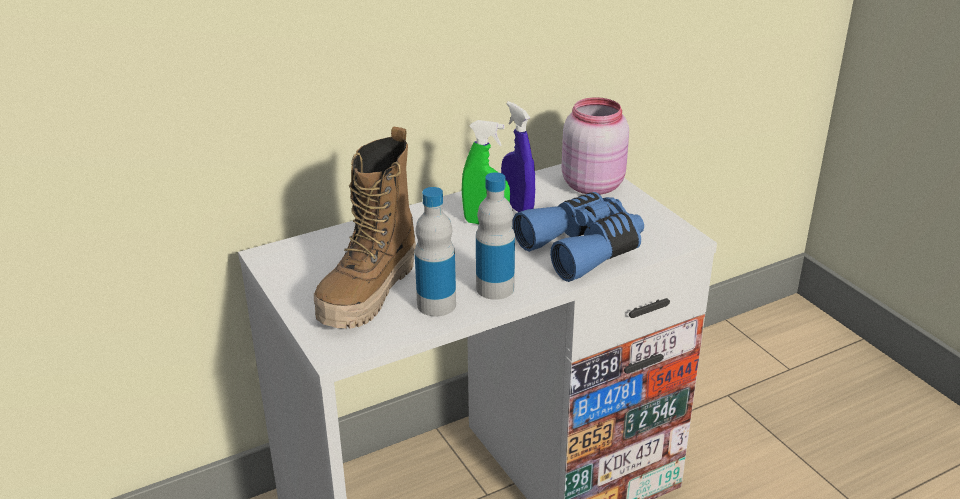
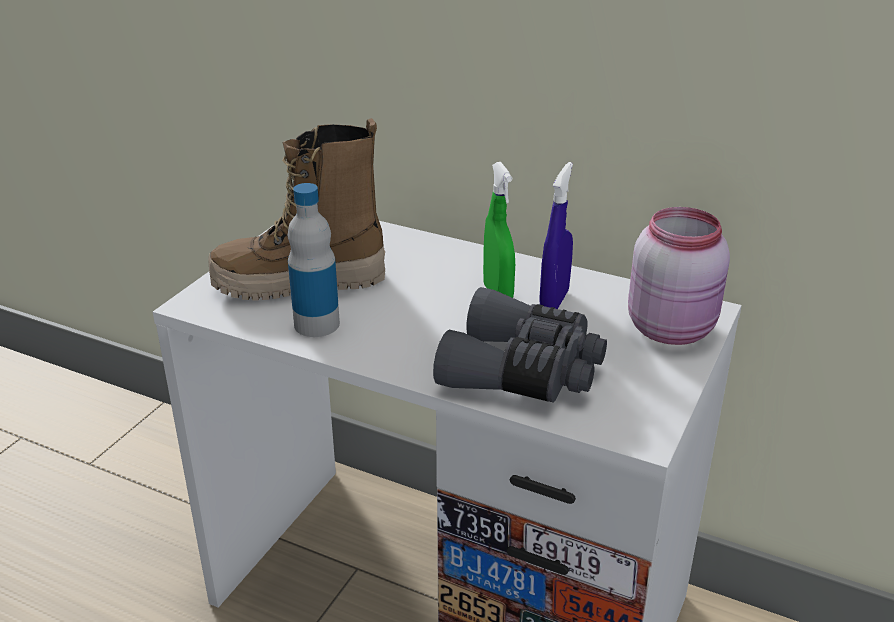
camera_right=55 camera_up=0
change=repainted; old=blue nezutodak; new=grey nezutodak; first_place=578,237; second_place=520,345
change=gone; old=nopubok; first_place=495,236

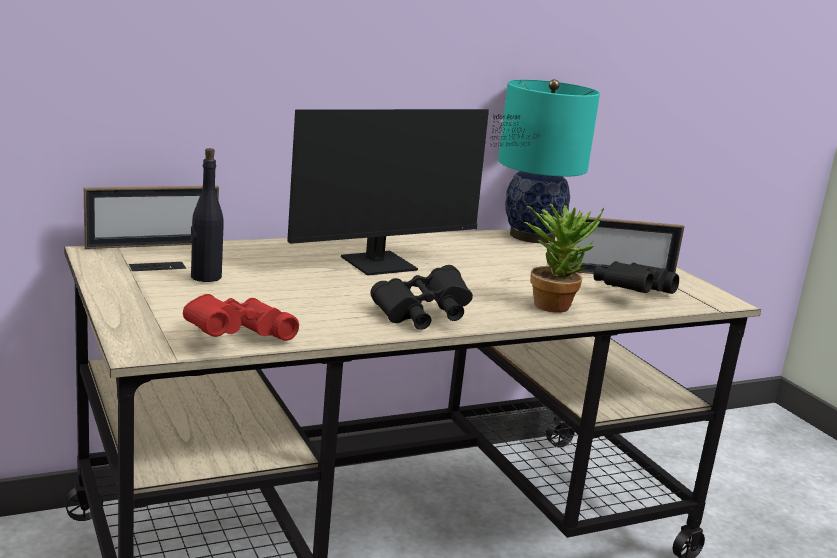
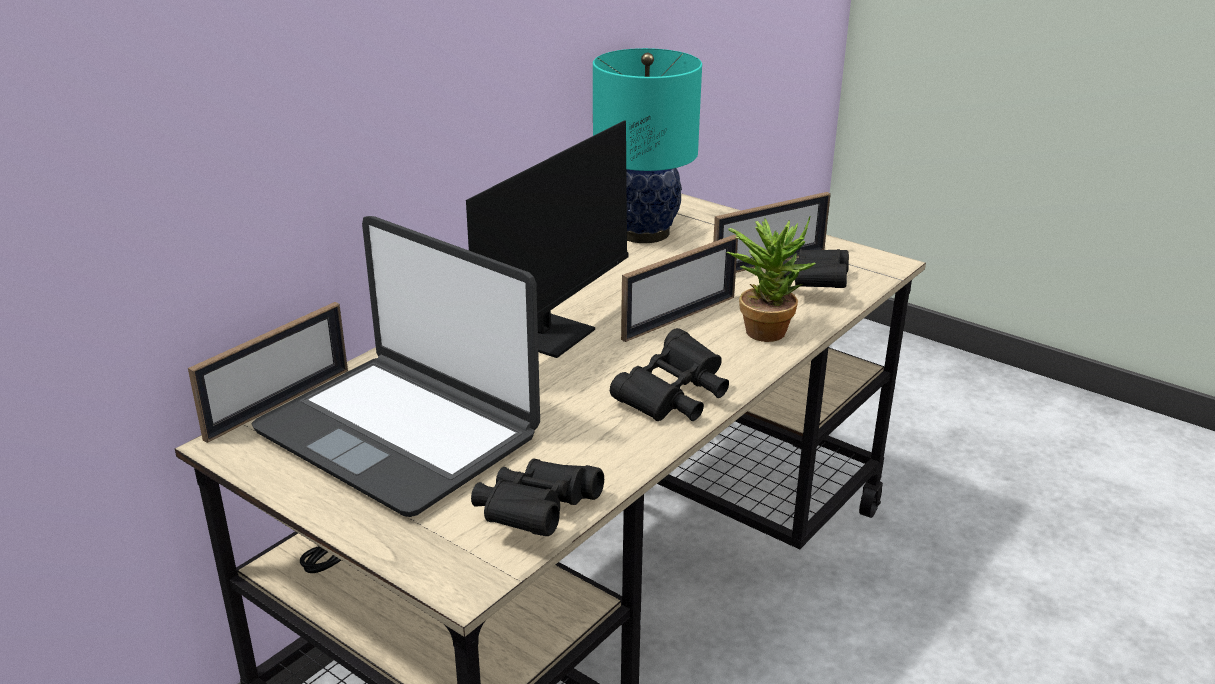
camera_right=-25 camera_up=10
change=swapped; old=black nopubok; new=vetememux; first_place=207,215; second_place=395,366
change=repainted; old=red nezutodak; new=black nezutodak; first_place=241,317; second_place=537,497
change=new; new=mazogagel; second_place=679,288

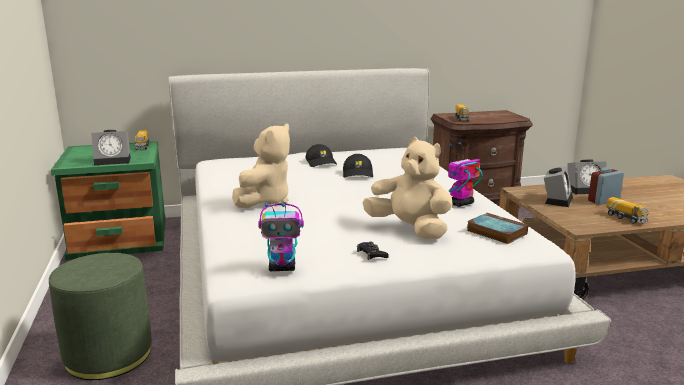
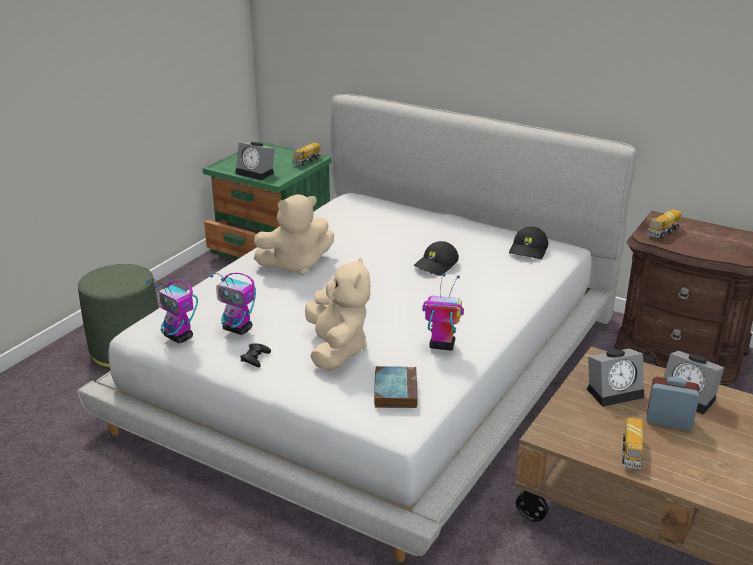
camera_right=45 camera_up=10
change=new; new=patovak; second_place=233,304
change=shifted; old=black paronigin; first_place=321,155; second_place=528,242

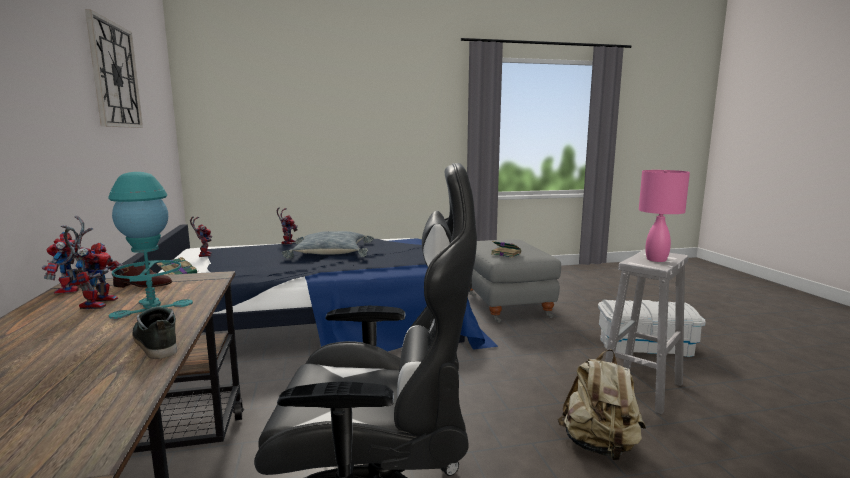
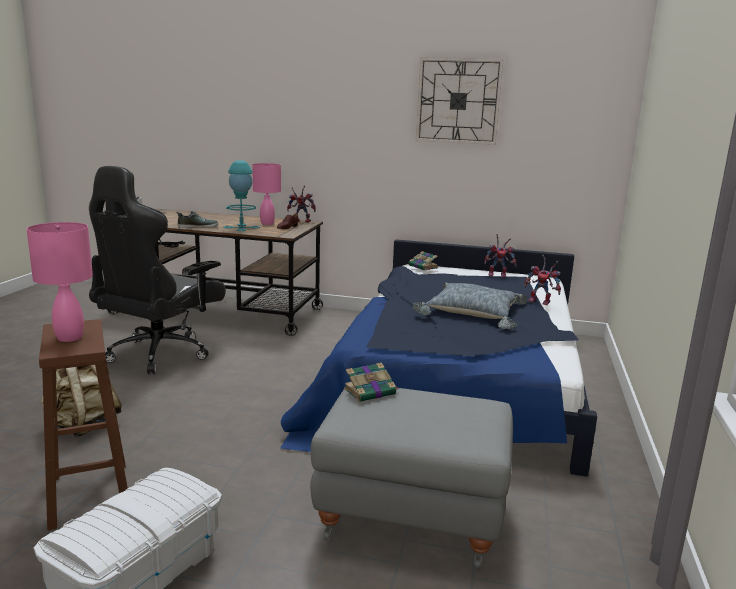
camera_right=115 camera_up=5
change=repainted; old=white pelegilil; new=brown pelegilil; first_place=646,332; second_place=83,424
change=swapped; old=patovak; new=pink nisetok; first_place=93,268; second_place=266,194

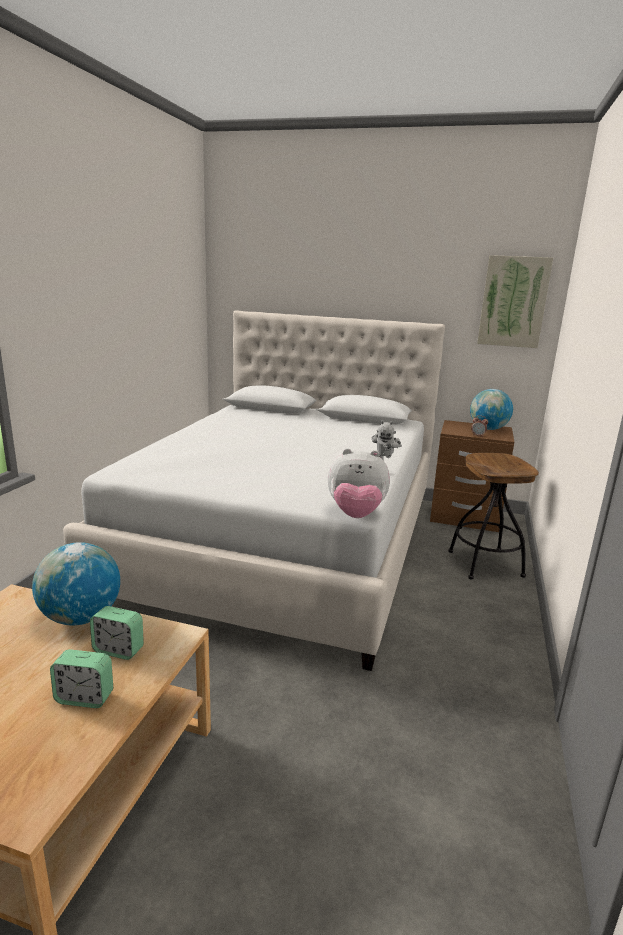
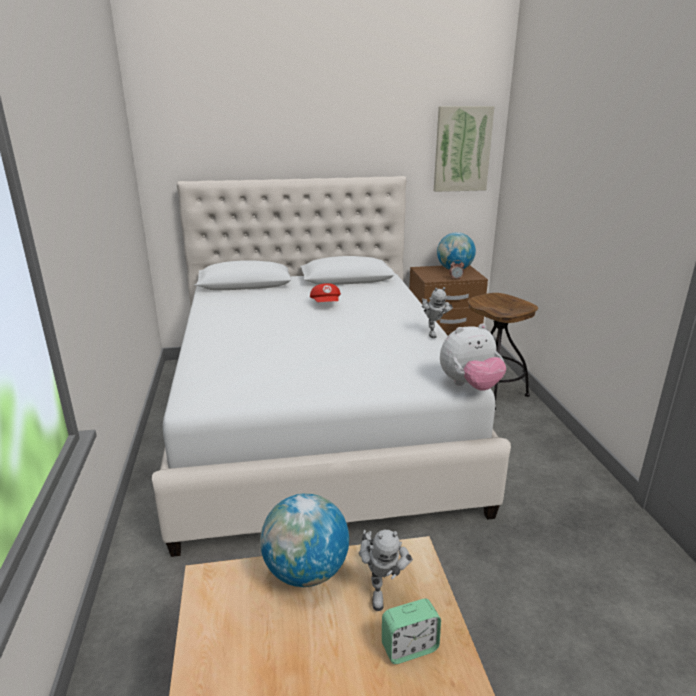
camera_right=-25 camera_up=5
change=new; new=red paronigin; second_place=325,292
change=swapped; old=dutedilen; new=patovak; first_place=117,633; second_place=386,570

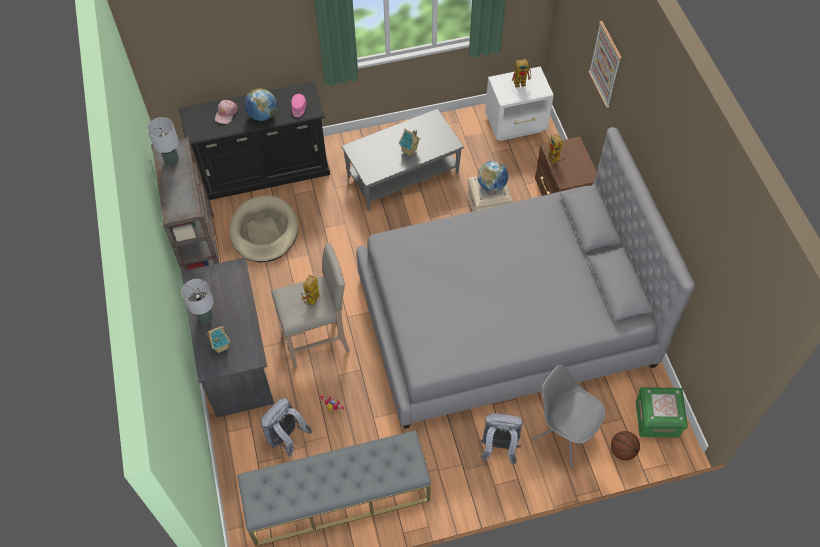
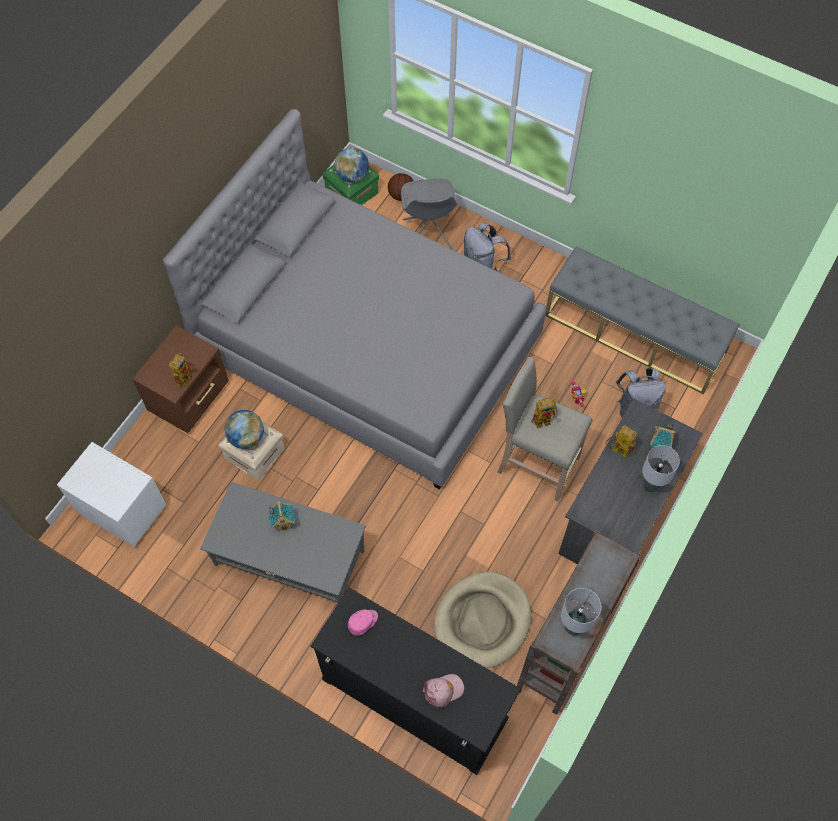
camera_right=-135 camera_up=5
change=shifted; old=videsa; first_place=260,105; second_place=351,165
change=shifted; old=patovak; first_place=521,73; second_place=621,441
change=gone; old=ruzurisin; first_place=605,64

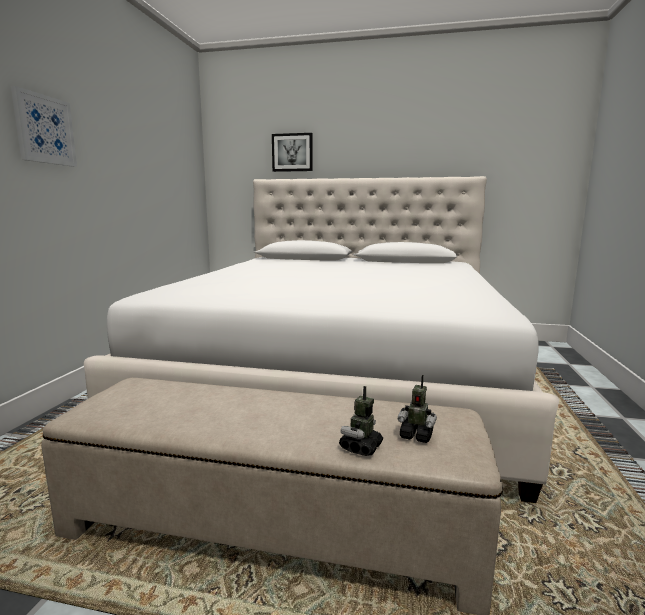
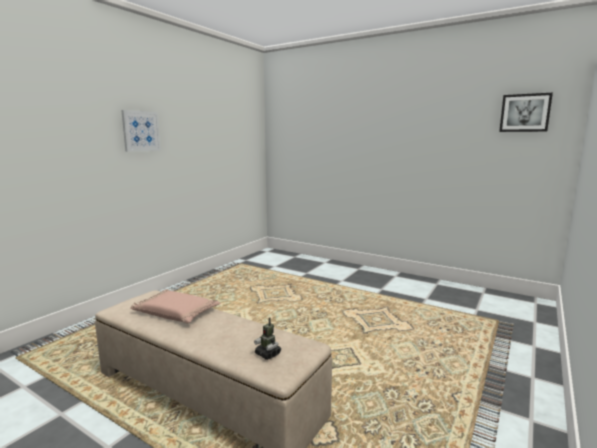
camera_right=20 camera_up=0
change=new; new=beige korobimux; second_place=175,306
change=shifted; old=ruzurisin; first_place=292,152; second_place=526,112
change=gone; old=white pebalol; first_place=321,339
change=gone; old=patovak; first_place=361,421

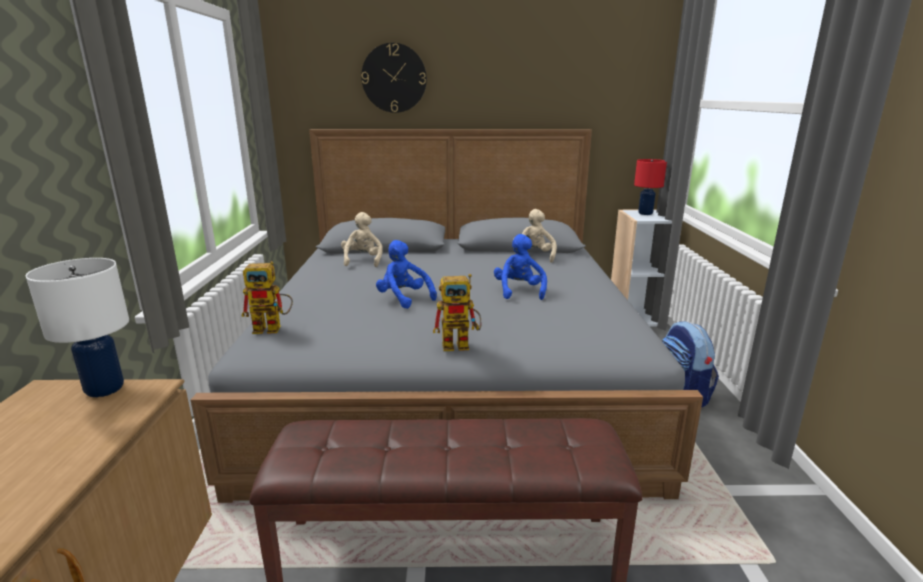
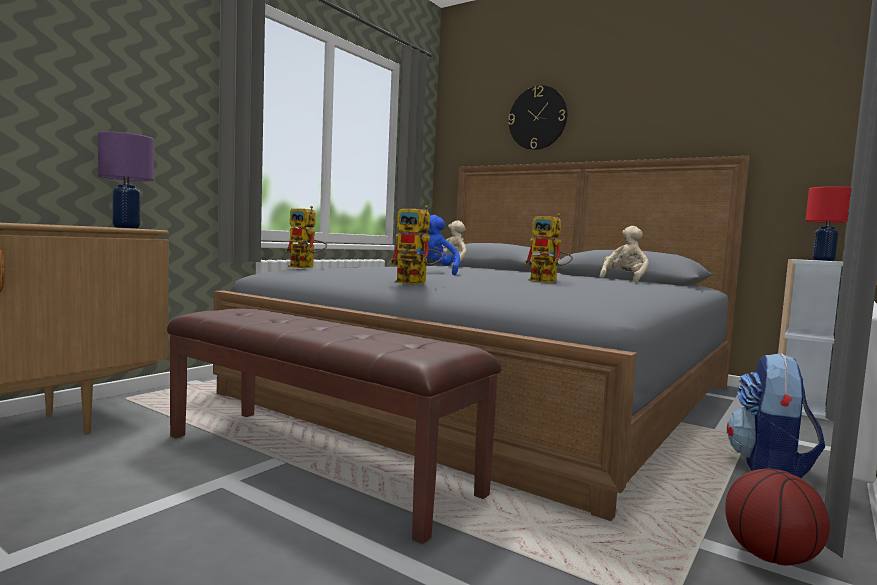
camera_right=35 camera_up=-15
change=repainted; old=white nisetok; new=purple nisetok; first_place=77,327; second_place=126,179
change=swapped; old=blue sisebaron; new=patovak; first_place=520,267; second_place=548,248
change=new; new=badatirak; second_place=777,516

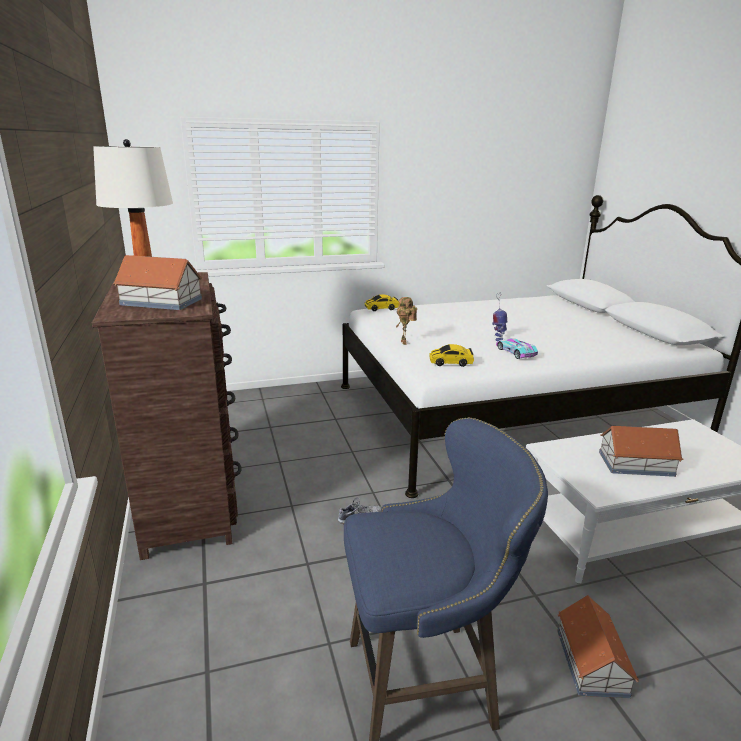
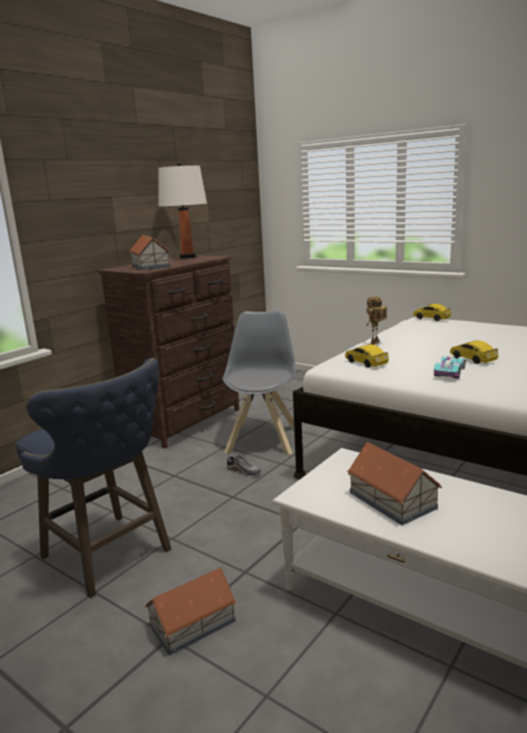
camera_right=55 camera_up=-5
change=new; new=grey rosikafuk; second_place=259,383
change=swapped; old=patovak; new=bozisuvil; first_place=499,318; second_place=474,352

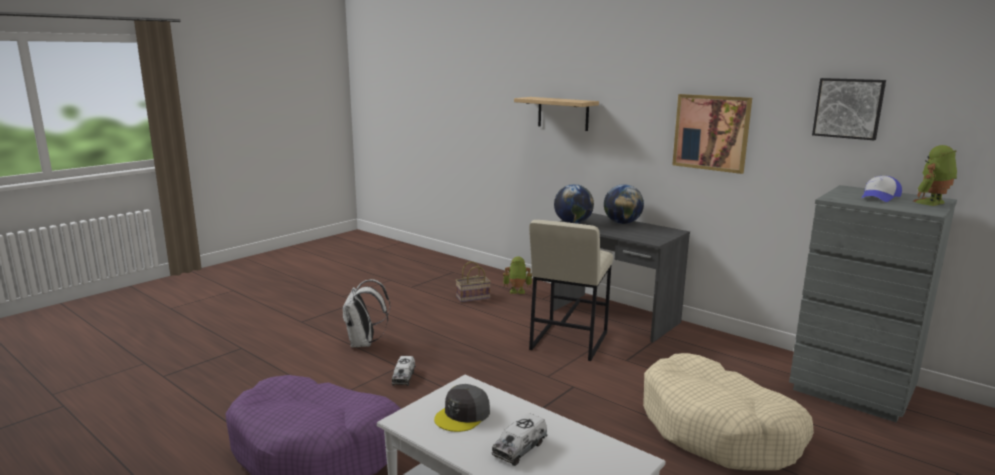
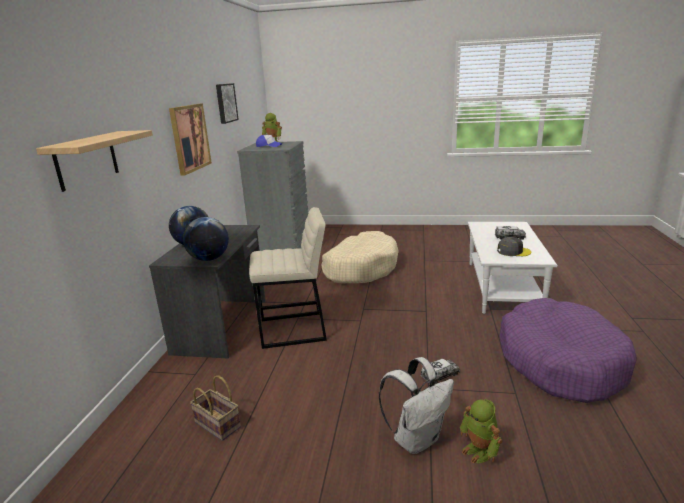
camera_right=-120 camera_up=5
change=shifted; old=patovak; first_place=517,275; second_place=481,431

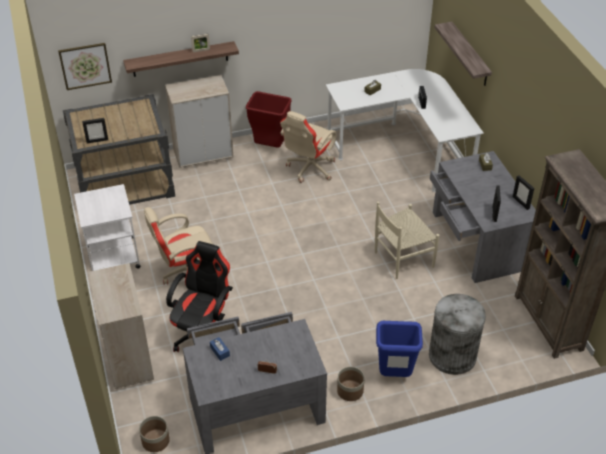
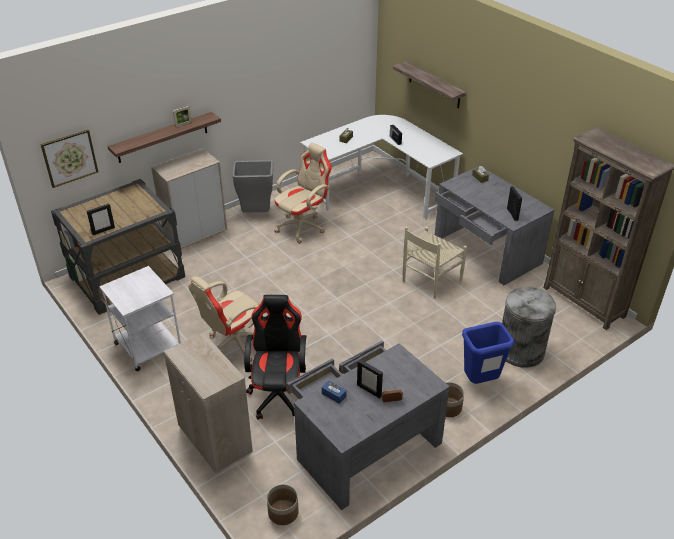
camera_right=-20 camera_up=-5
change=repainted; old=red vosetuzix; new=grey vosetuzix; first_place=269,119; second_place=252,186
change=rotated; old=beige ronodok; first_place=308,147; second_place=303,193; degrees=-150
change=shifted; old=mazogagel; first_place=523,192; second_place=370,379

